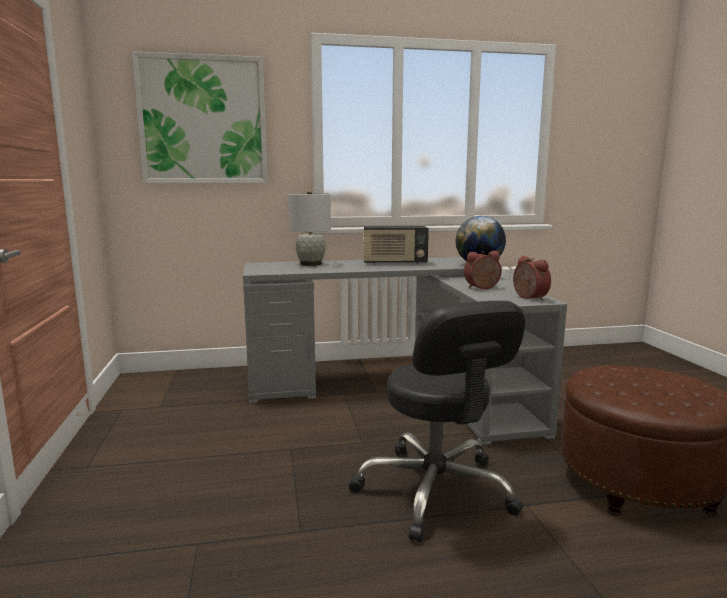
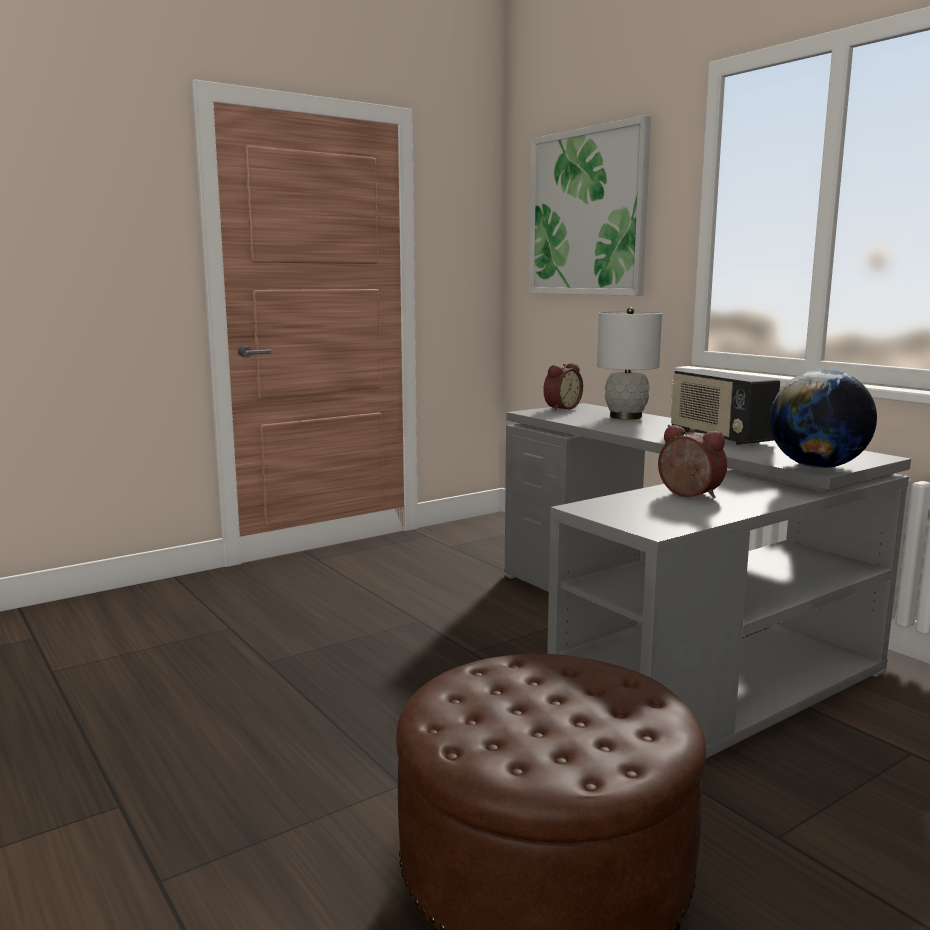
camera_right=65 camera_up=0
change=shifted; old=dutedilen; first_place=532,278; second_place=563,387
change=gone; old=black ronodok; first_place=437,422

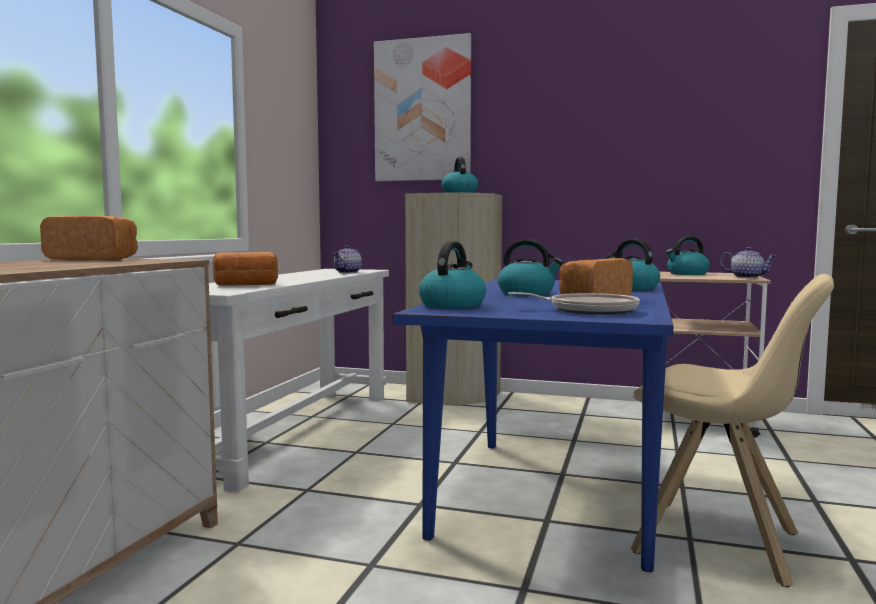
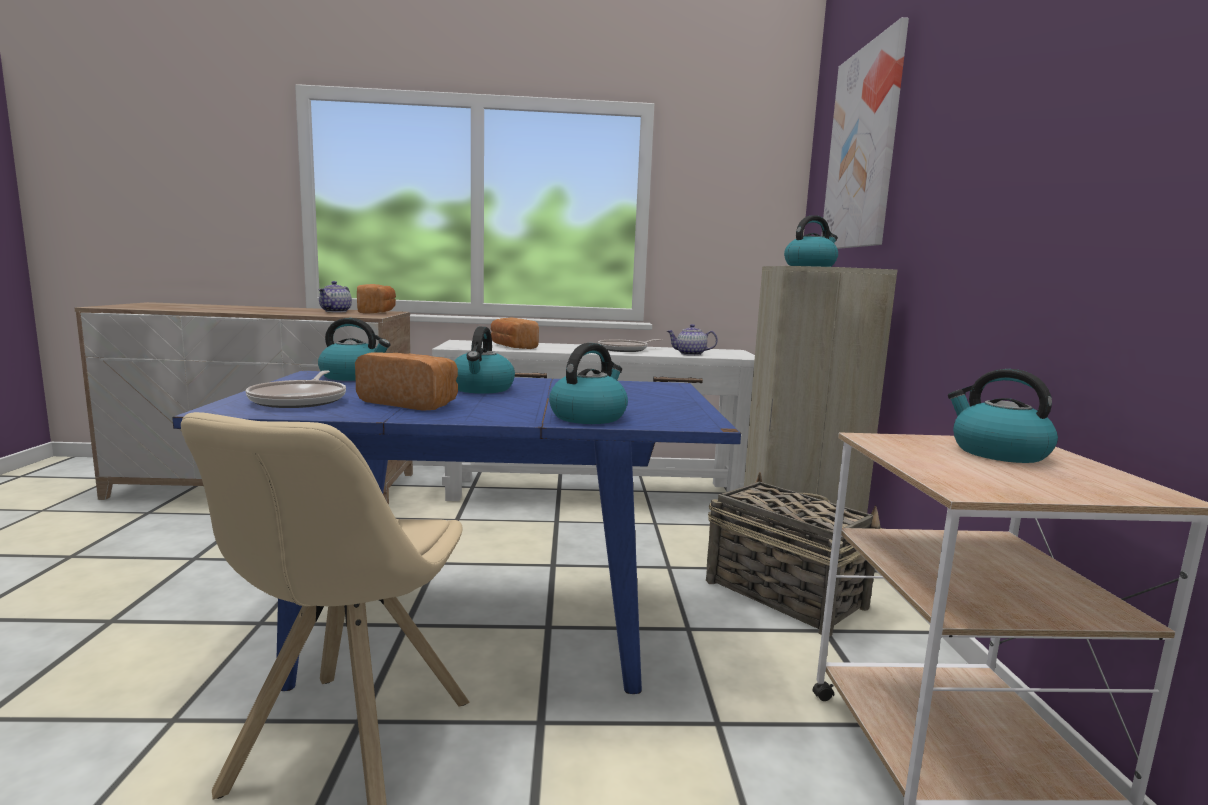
camera_right=70 camera_up=5
change=shifted; old=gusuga; first_place=748,262; second_place=335,296
change=new; new=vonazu; second_place=630,345
change=new; new=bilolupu; second_place=794,554

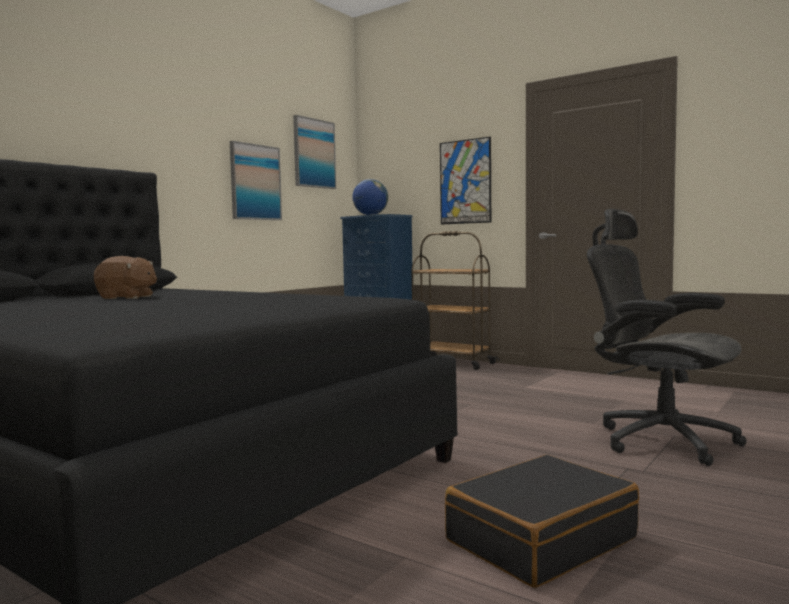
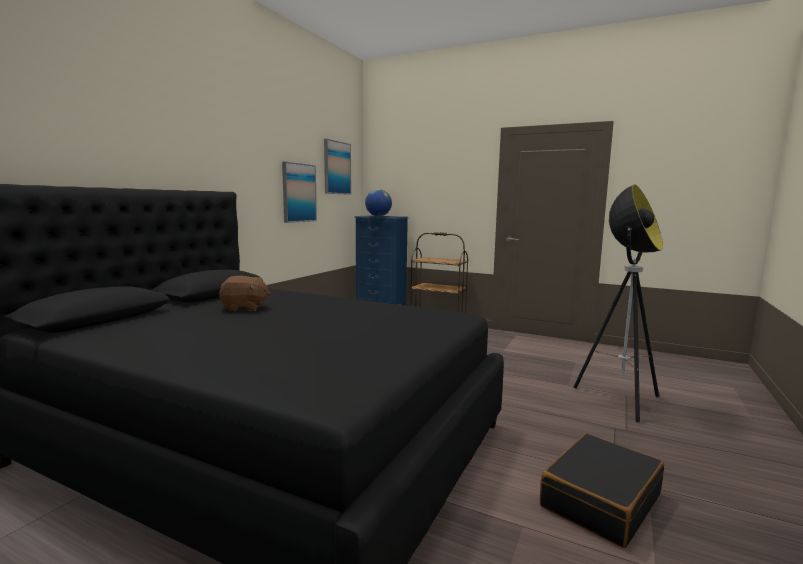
camera_right=-10 camera_up=5
change=swapped; old=ronodok; new=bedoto; first_place=666,337; second_place=618,303
change=gone; old=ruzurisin; first_place=465,181

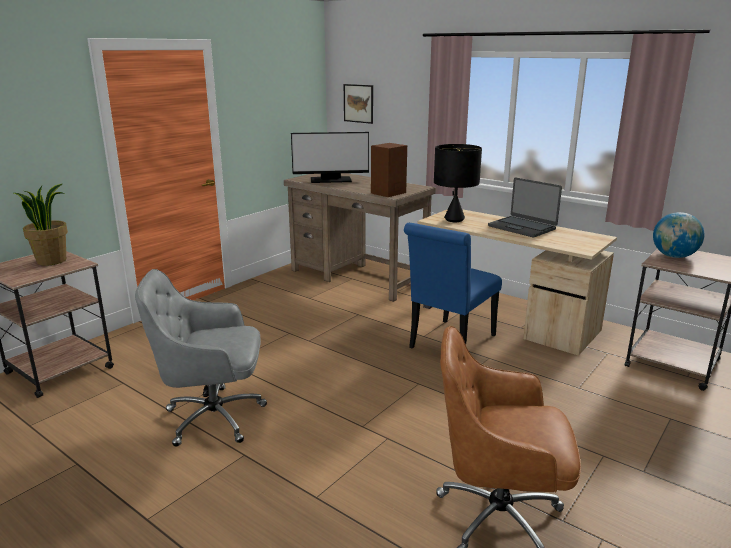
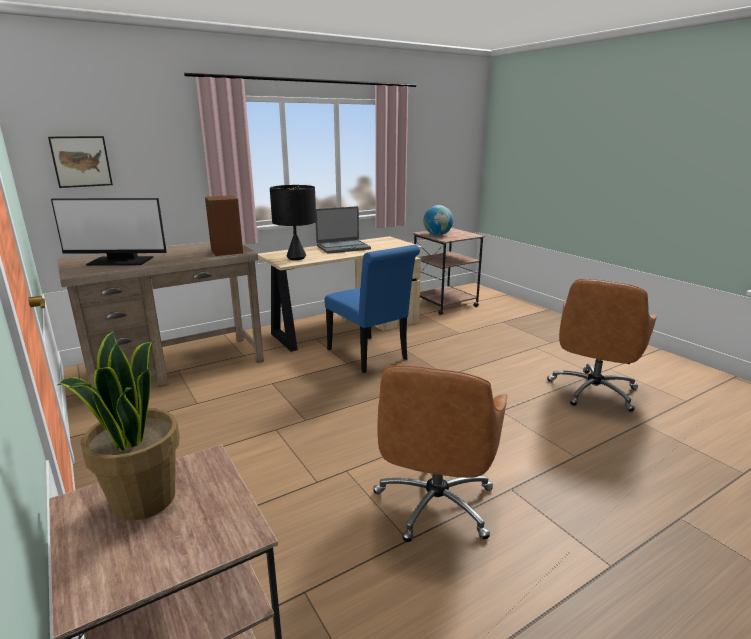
camera_right=-70 camera_up=0
change=rotated; old=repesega; first_place=330,157; second_place=109,232; degrees=75
change=repainted; old=grey ronodok; new=brown ronodok; first_place=201,358; second_place=440,453

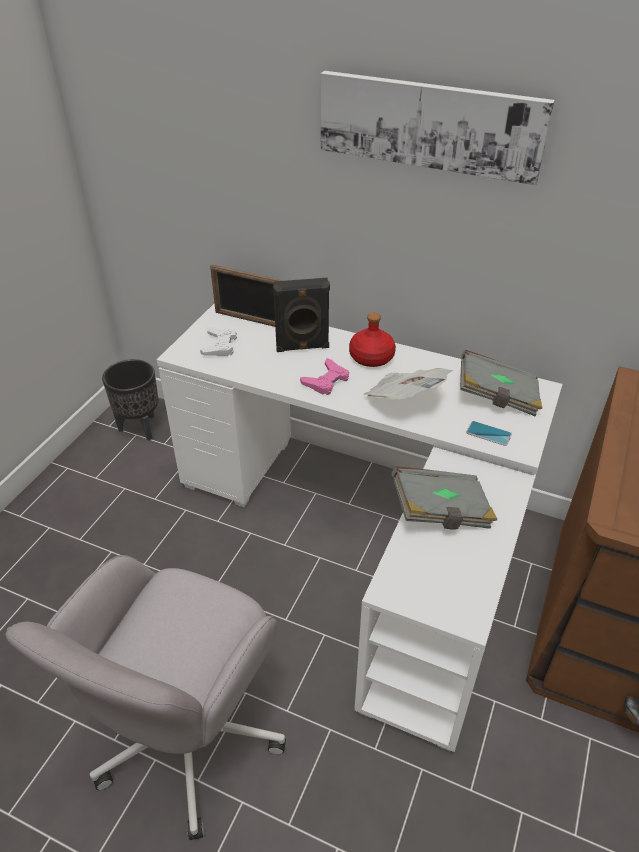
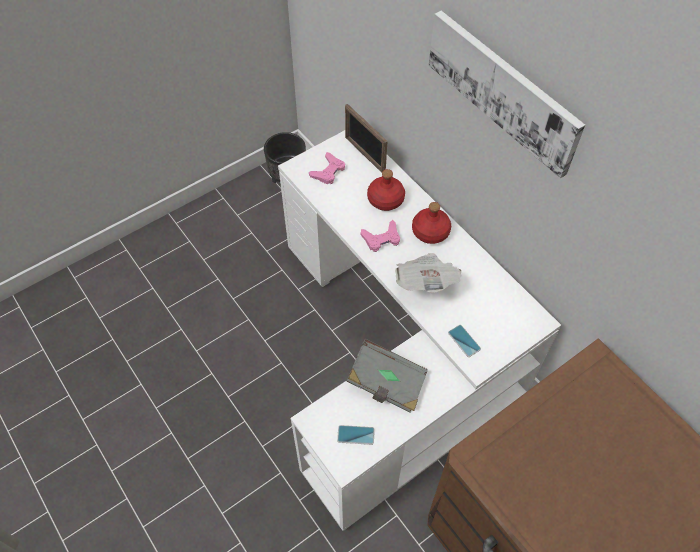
camera_right=30 camera_up=15
change=repainted; old=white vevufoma; new=pink vevufoma; first_place=218,341; second_place=327,168
change=new; new=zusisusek; second_place=356,435
change=swapped; old=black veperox; new=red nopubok; first_place=301,315; second_place=386,190
change=gone; old=grey ronodok; first_place=146,697
change=gone; old=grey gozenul; first_place=501,383

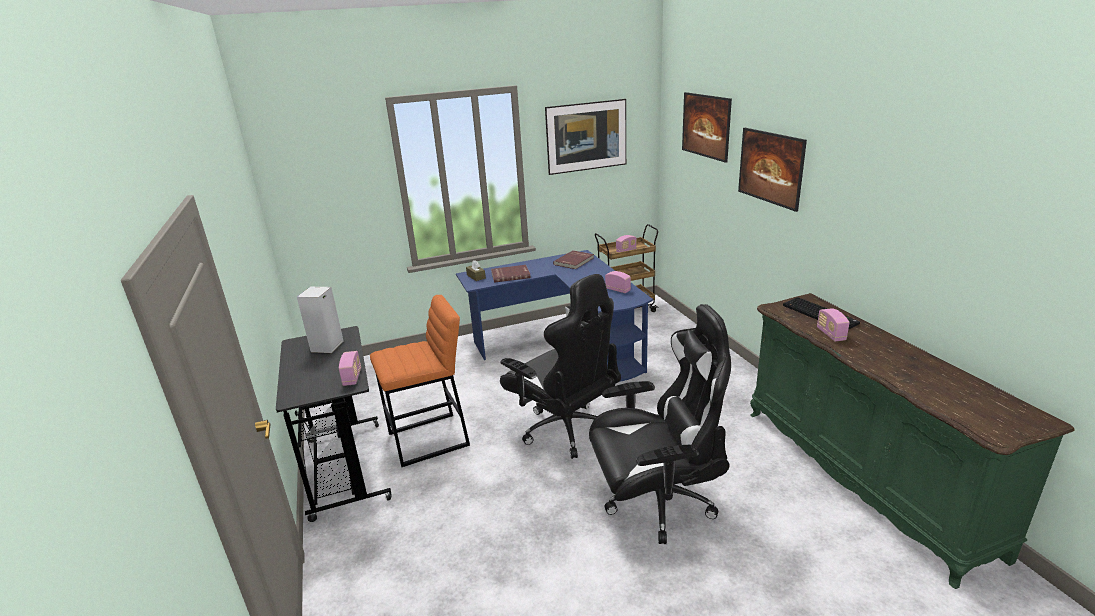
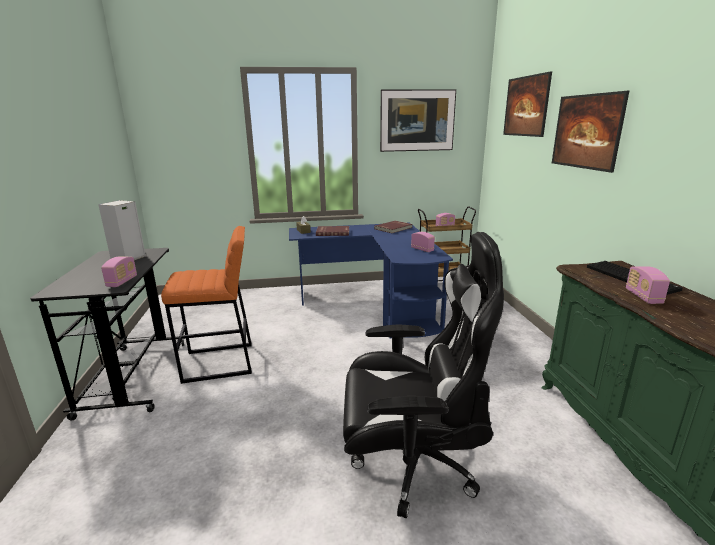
camera_right=10 camera_up=-5
change=gone; old=black ronodok; first_place=560,366

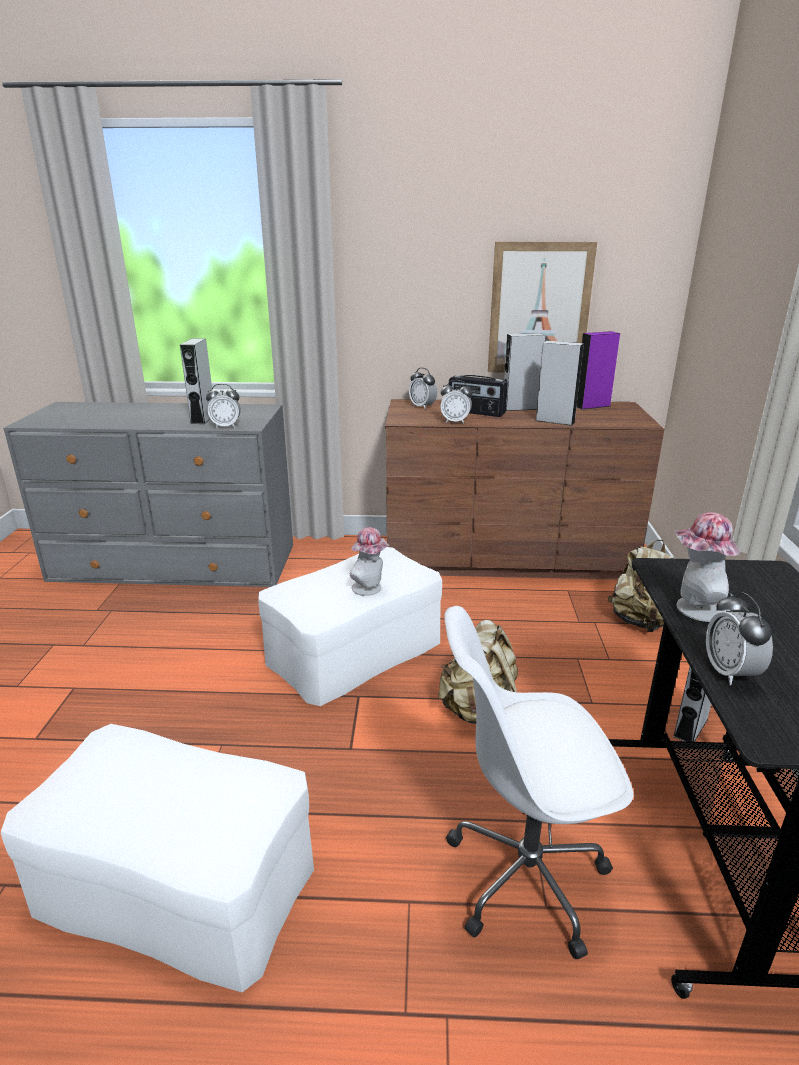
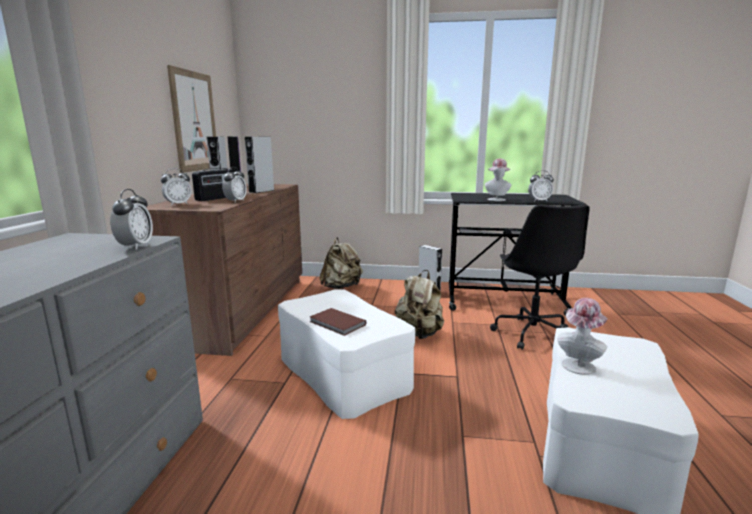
camera_right=-85 camera_up=-10
change=new; new=brown gozenul; second_place=338,322
change=repainted; old=white ronodok; new=black ronodok; first_place=538,782; second_place=540,277
change=shifted; old=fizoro; first_place=369,561; second_place=583,336
change=gone; old=grey veperox; first_place=196,381

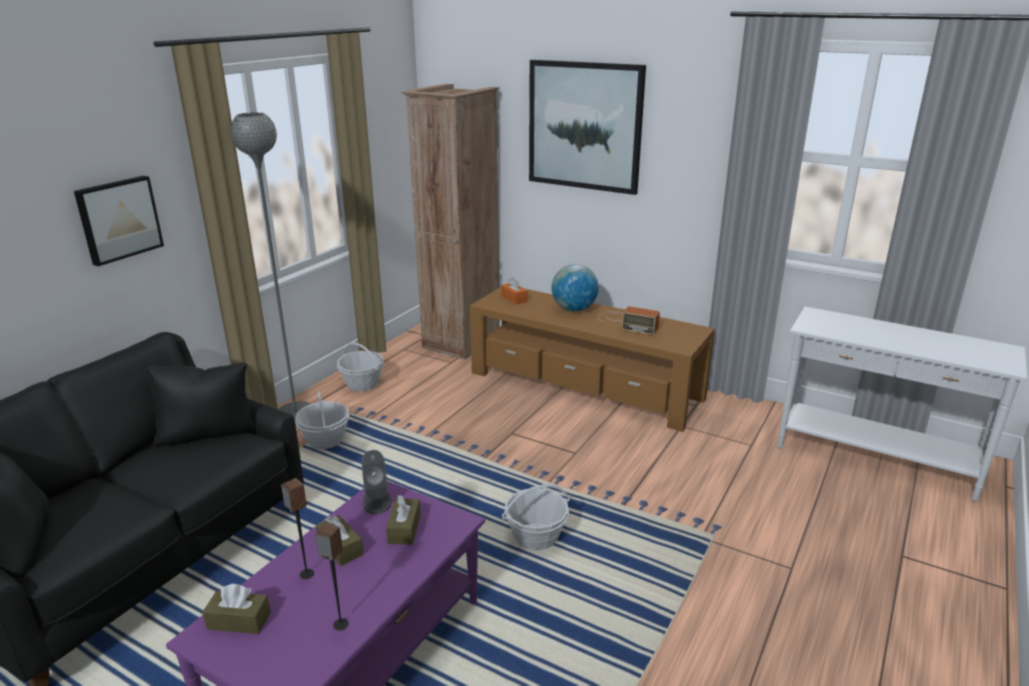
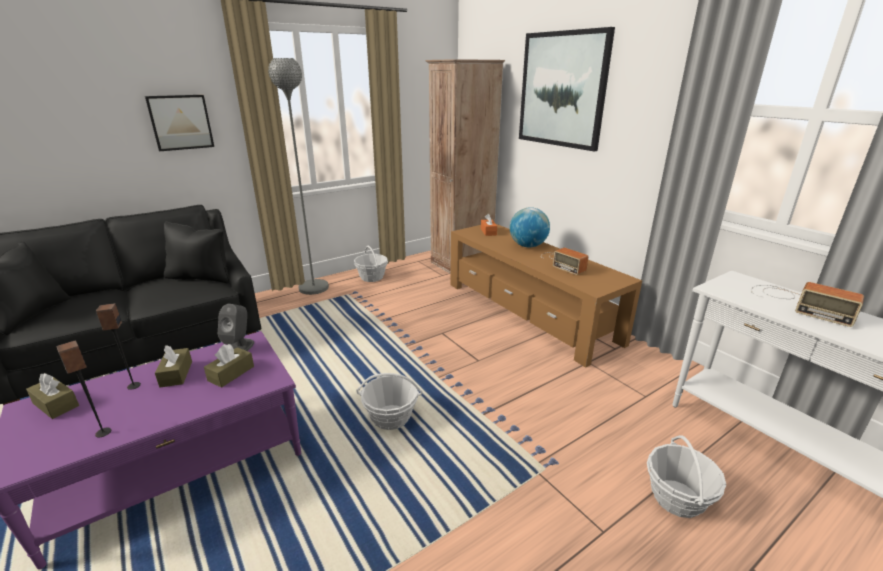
camera_right=25 camera_up=0
change=shifted; old=bilolupu; first_place=322,420; second_place=687,476
change=new; new=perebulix; second_place=807,304

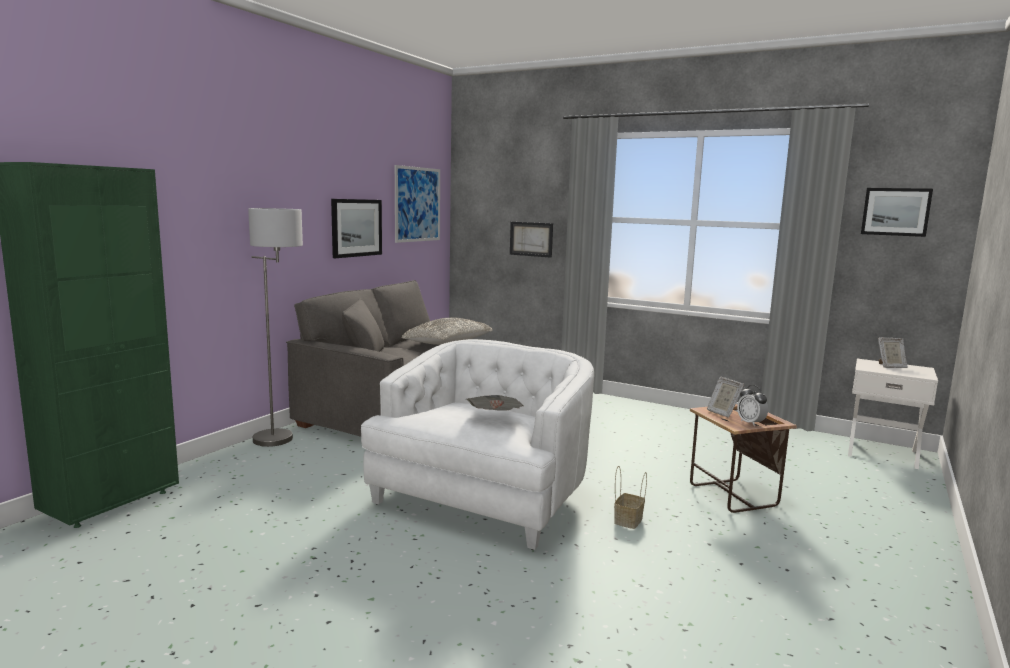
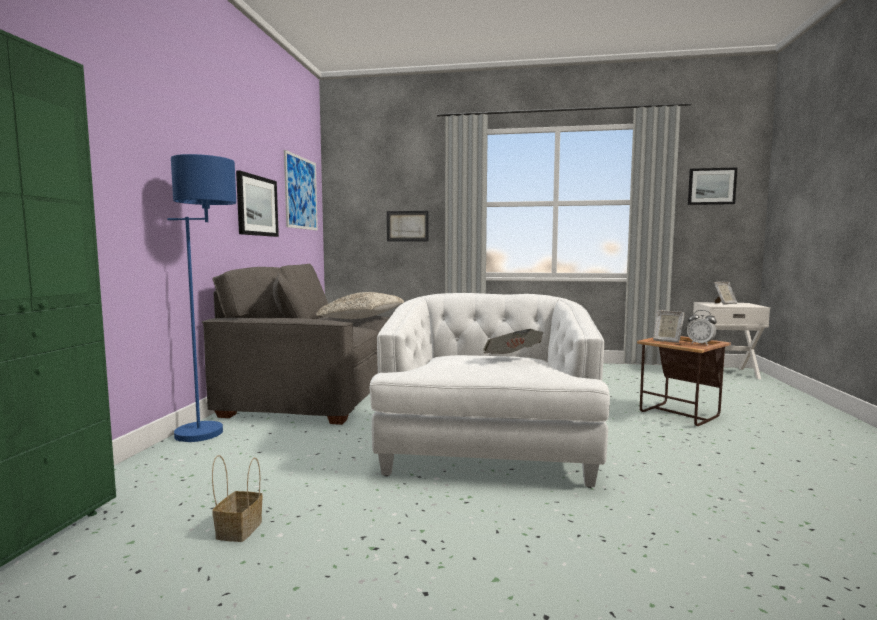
camera_right=-20 camera_up=-5
change=repainted; old=grey bedoto; new=blue bedoto; first_place=275,327; second_place=201,298
change=shifted; old=bilolupu; first_place=630,497; second_place=237,498

